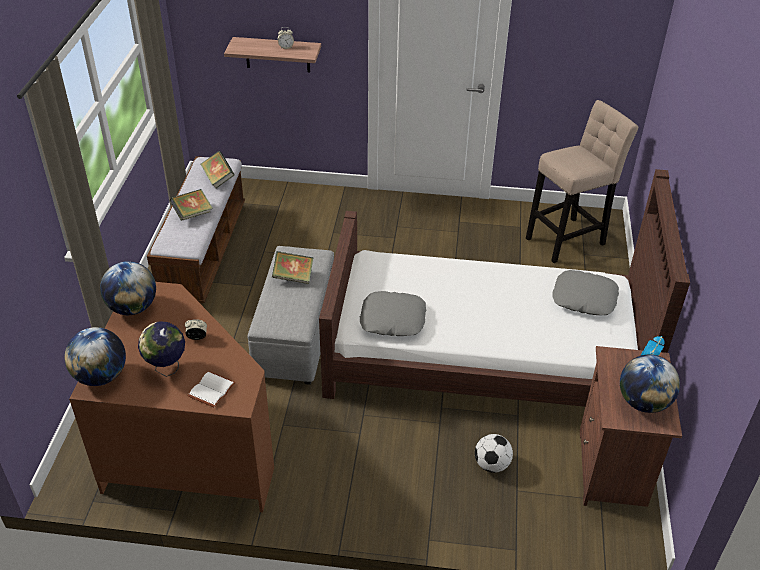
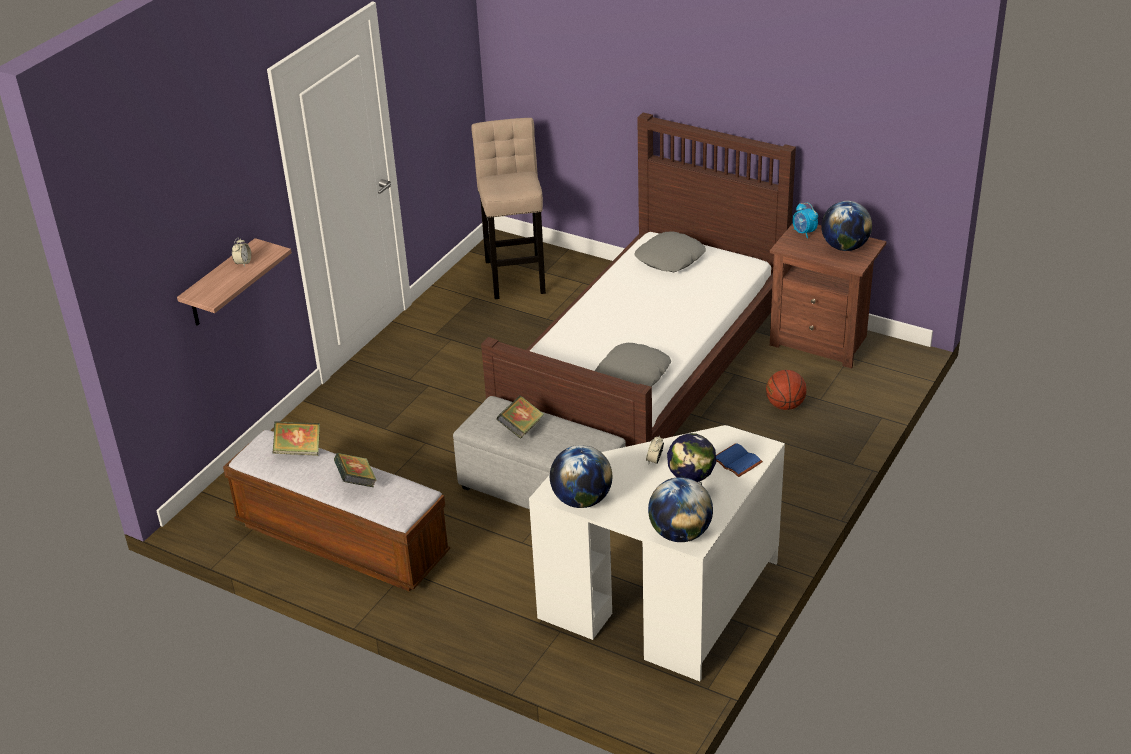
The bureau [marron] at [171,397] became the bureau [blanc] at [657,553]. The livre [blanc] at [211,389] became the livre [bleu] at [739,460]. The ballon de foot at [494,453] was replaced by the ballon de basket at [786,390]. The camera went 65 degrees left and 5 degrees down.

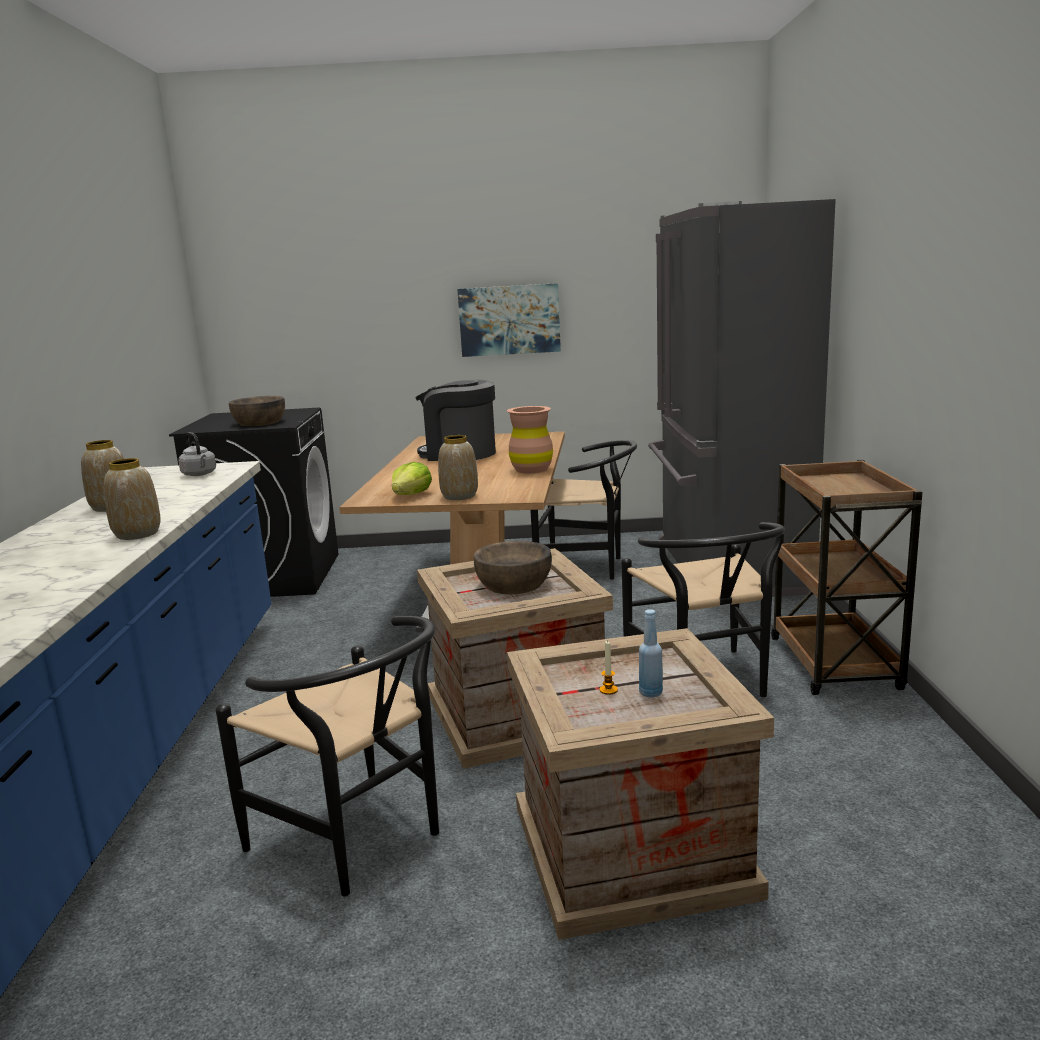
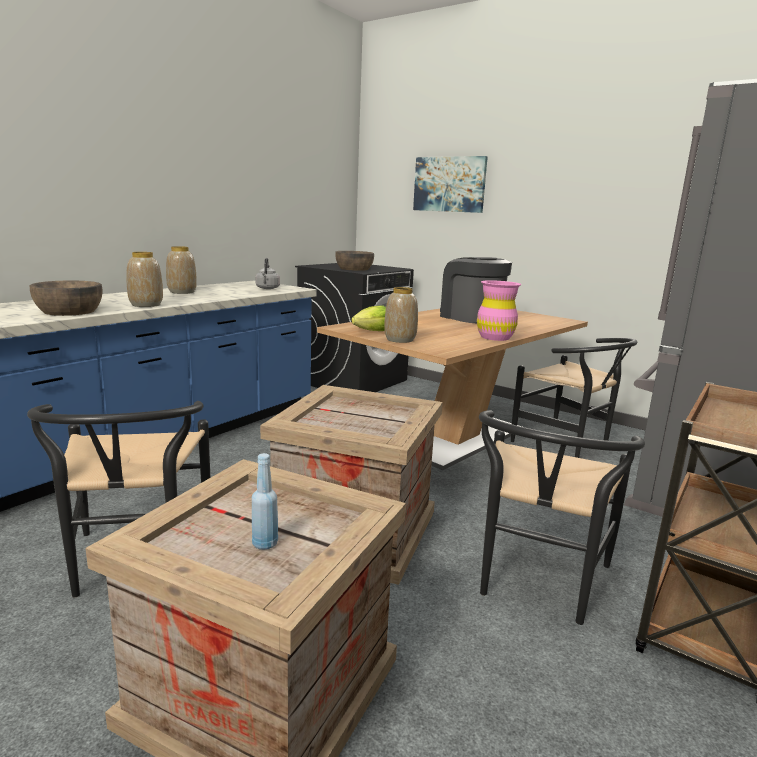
The bol [marron] moved from [513,567] to [66,298]. The tableau moved from [509,320] to [450,184]. The vase [marron] at [530,439] became the vase [rose] at [499,310]. The bougie at [608,667] disappeared. The camera went 35 degrees right and 0 degrees up.

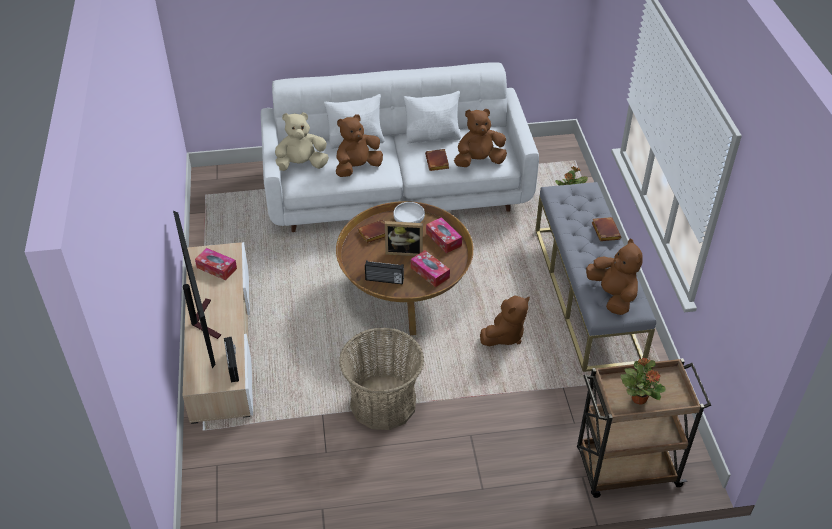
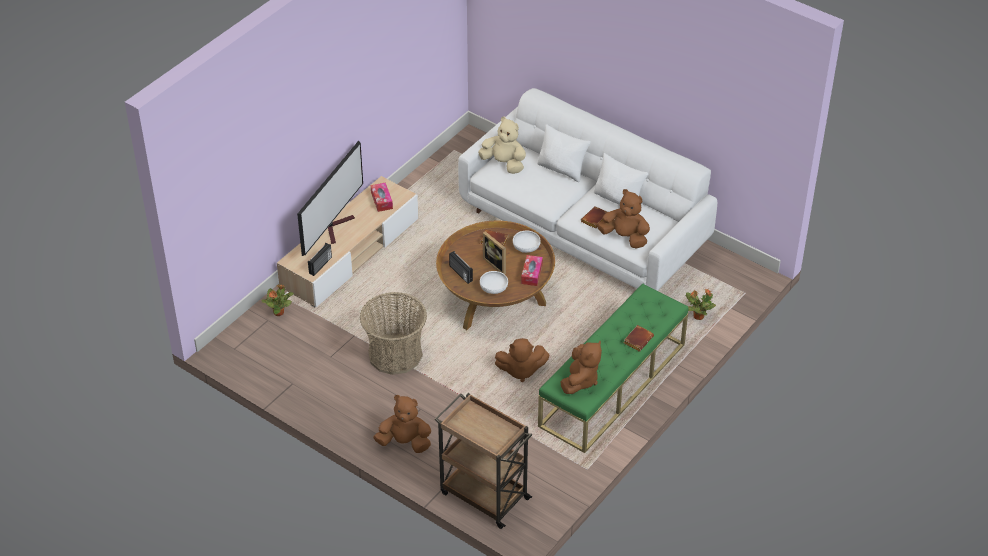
The plante en pot moved from [643,381] to [278,300]. The peluche [marron] moved from [359,145] to [402,424]. The boîte à mouchoirs at [430,268] was replaced by the bol [blanc] at [494,282]. The banc [gris] at [595,277] became the banc [vert] at [613,368]. The camera went 45 degrees right and 0 degrees up.

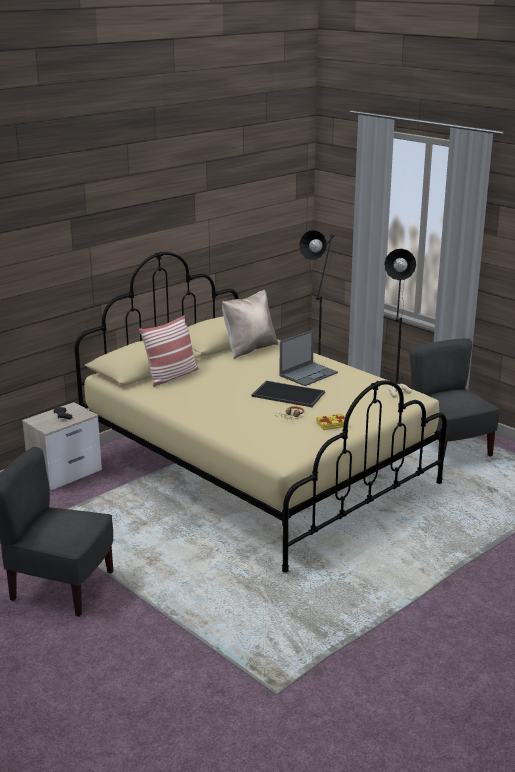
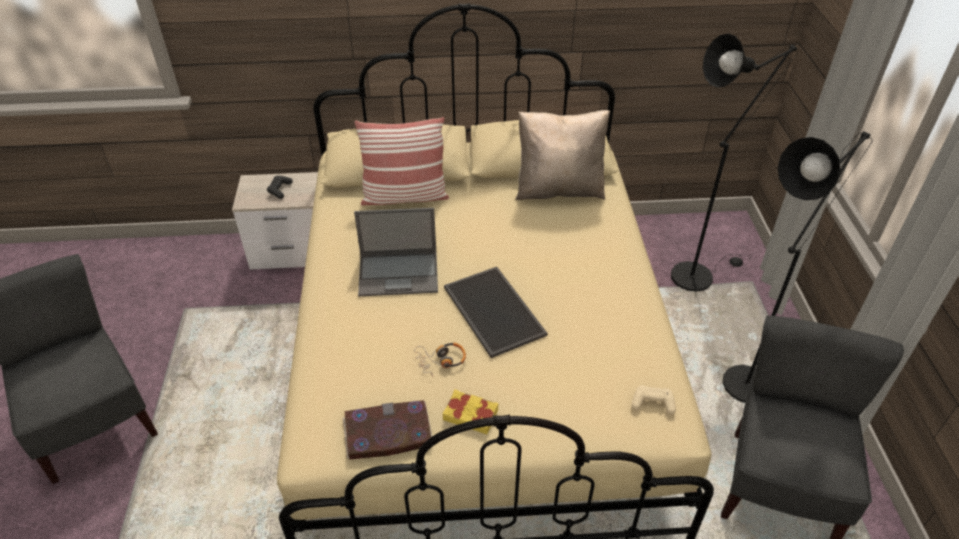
The livre at [387,430] appeared. The ordinateur portable moved from [308,358] to [396,252]. The camera went 40 degrees right and 20 degrees up.

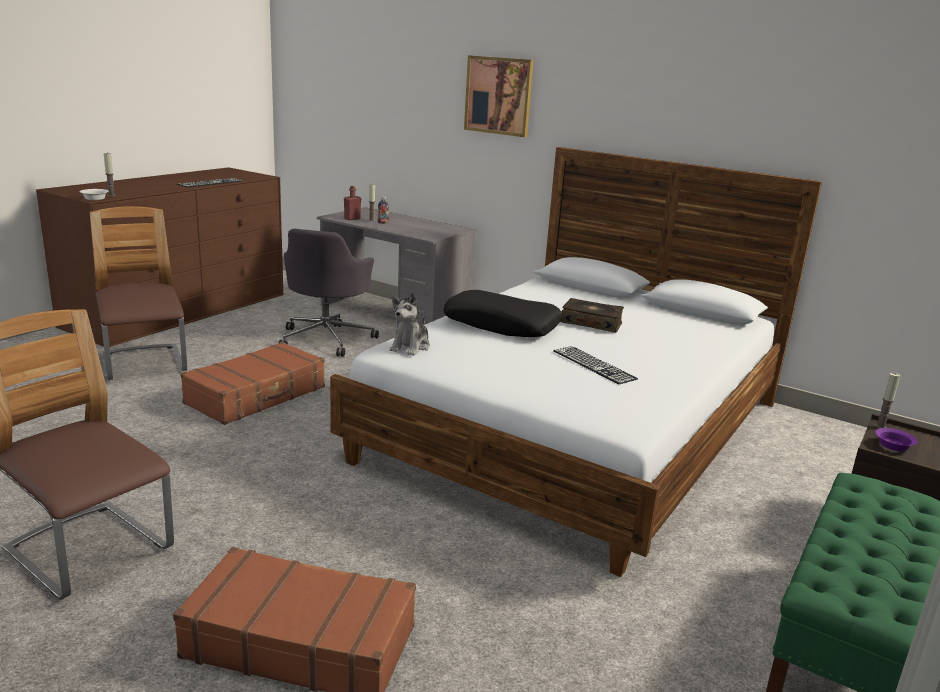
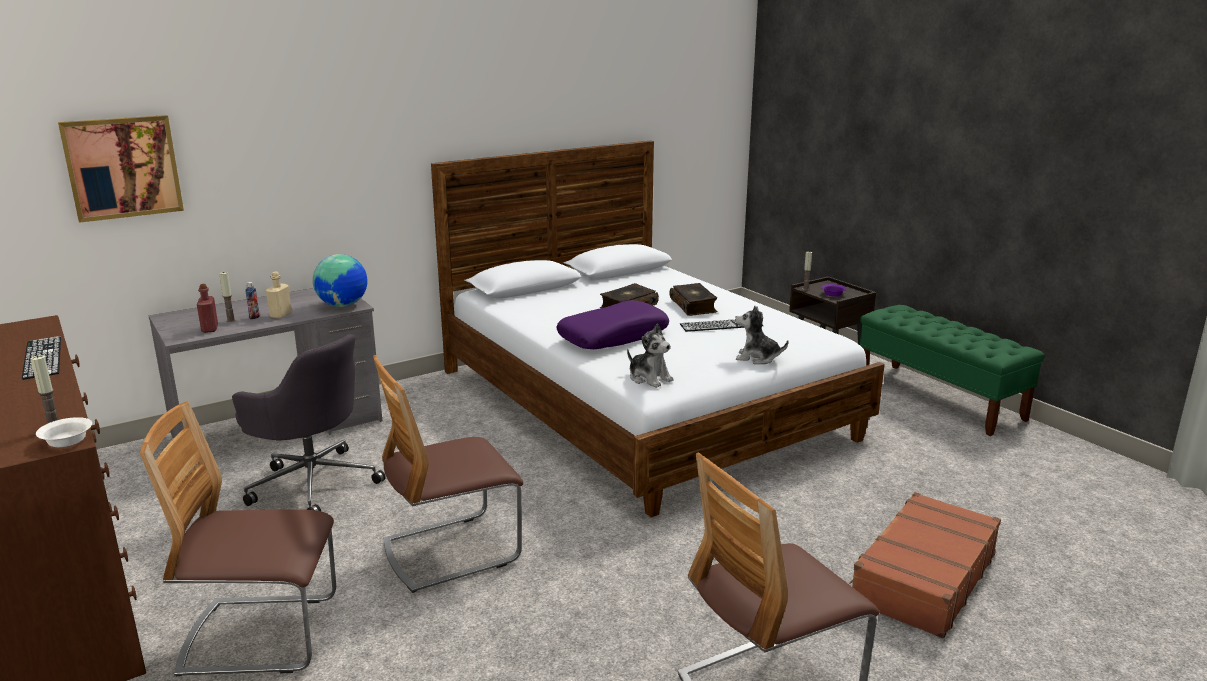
The tableau moved from [499,96] to [121,169]. The bouteille [beige] at [279,295] appeared. The globe at [340,280] appeared. The valise [marron] at [252,383] was replaced by the chaise at [448,474]. The coussin [noir] at [502,313] became the coussin [violet] at [612,324]. The livre at [693,299] appeared. The peluche at [762,335] appeared. The camera went 65 degrees left and 0 degrees up.

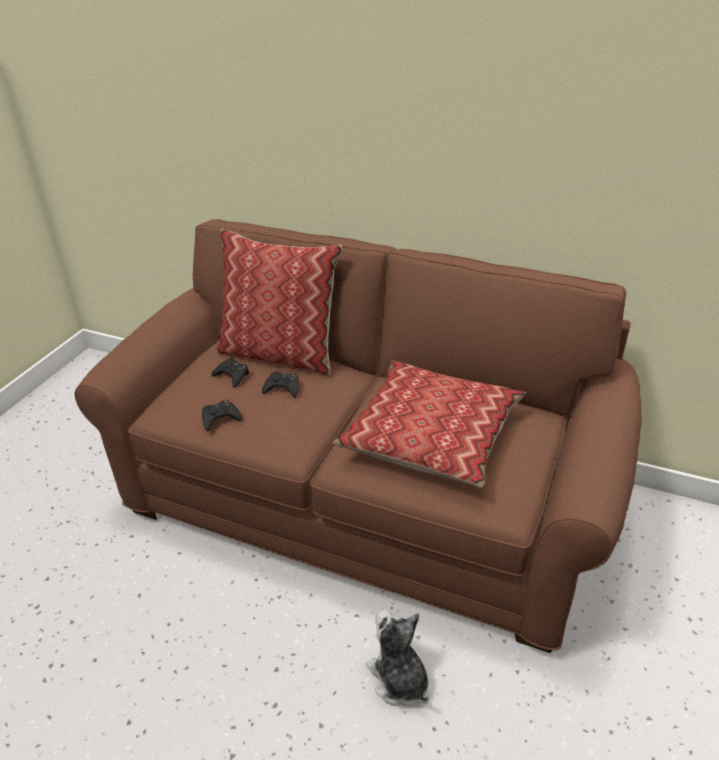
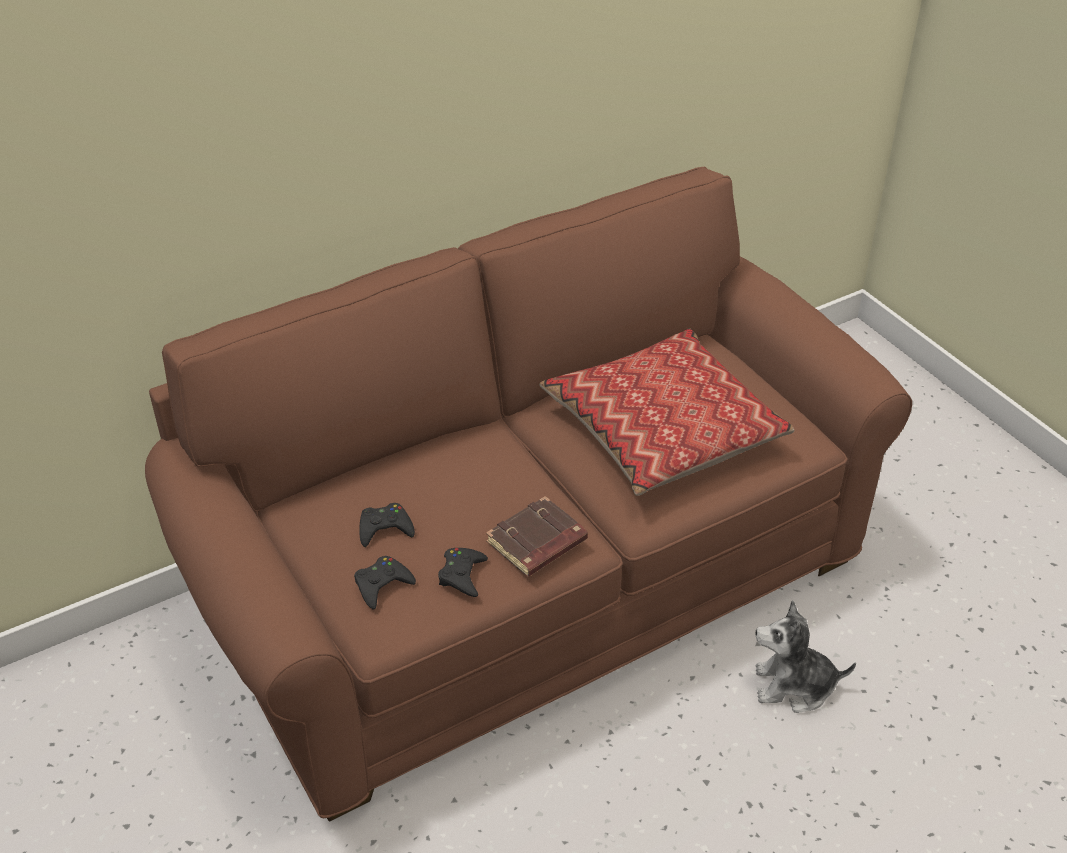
The manette [noir] moved from [280,384] to [385,583]. The livre [marron] at [537,536] appeared. The coussin at [279,302] disappeared. The camera went 55 degrees left and 5 degrees up.

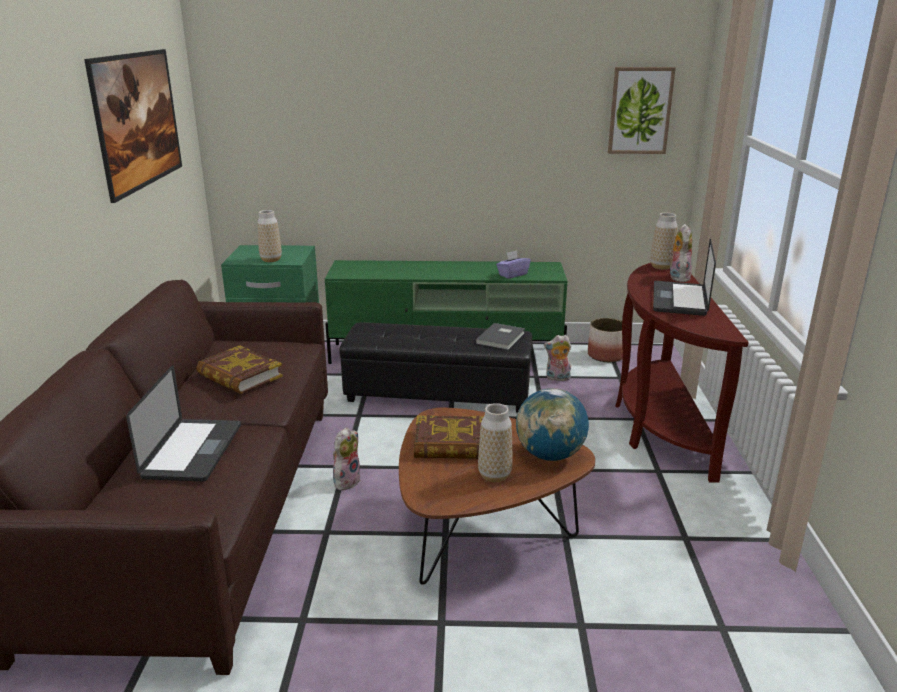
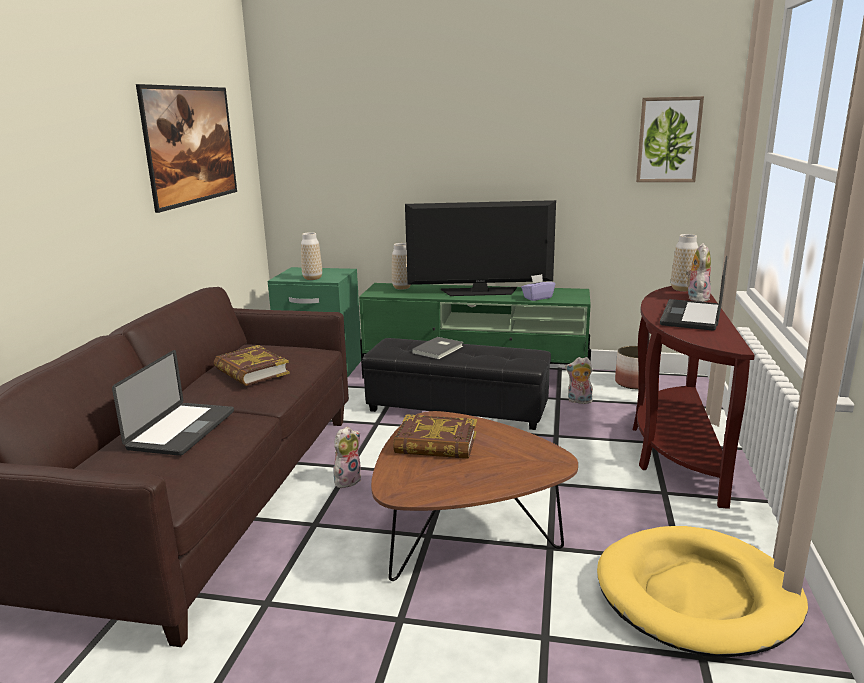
The vase moved from [495,442] to [401,266]. The téléviseur at [480,248] appeared. The livre [gris] moved from [500,336] to [437,348]. The panier pour chien [jaune] at [702,591] appeared. The globe at [552,424] disappeared. The camera went 10 degrees right and 5 degrees down.

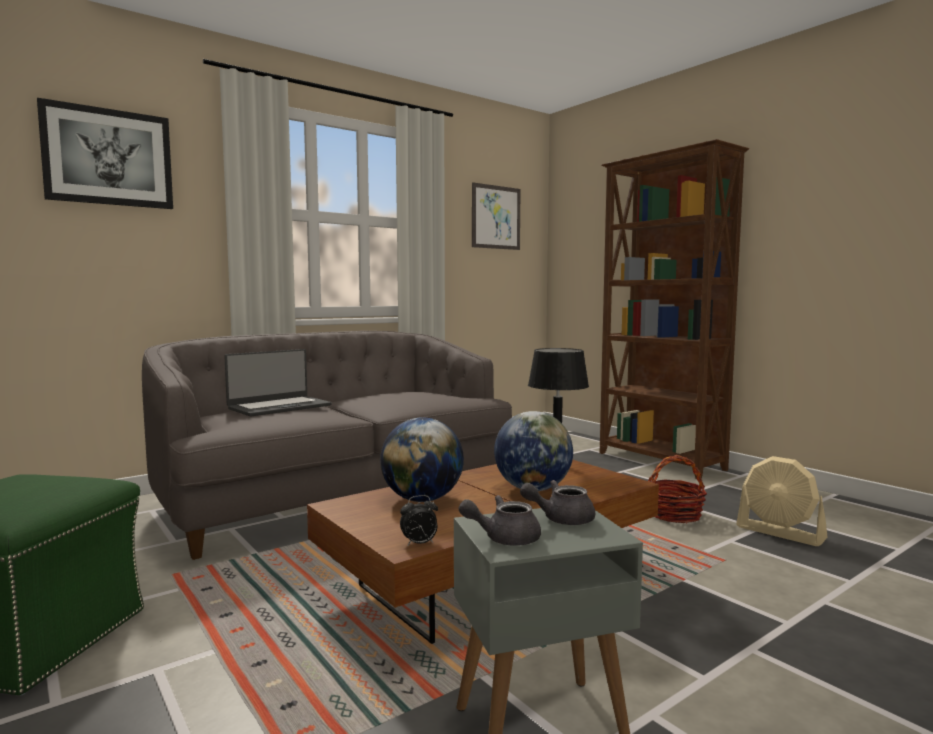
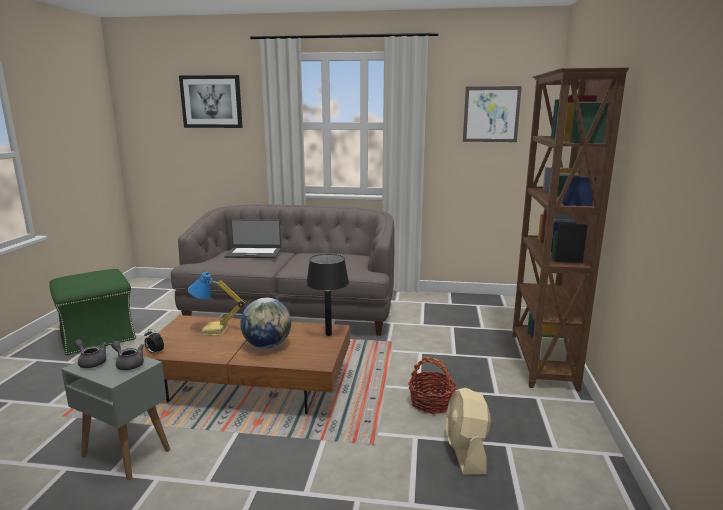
The globe at [422,459] was replaced by the lampe de table at [217,303]. The camera went 45 degrees right and 10 degrees up.

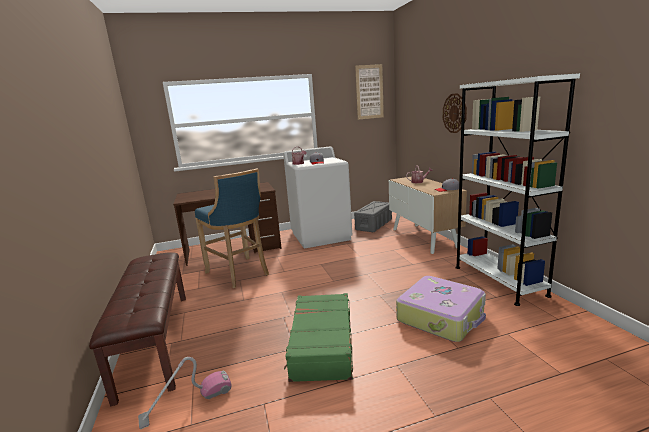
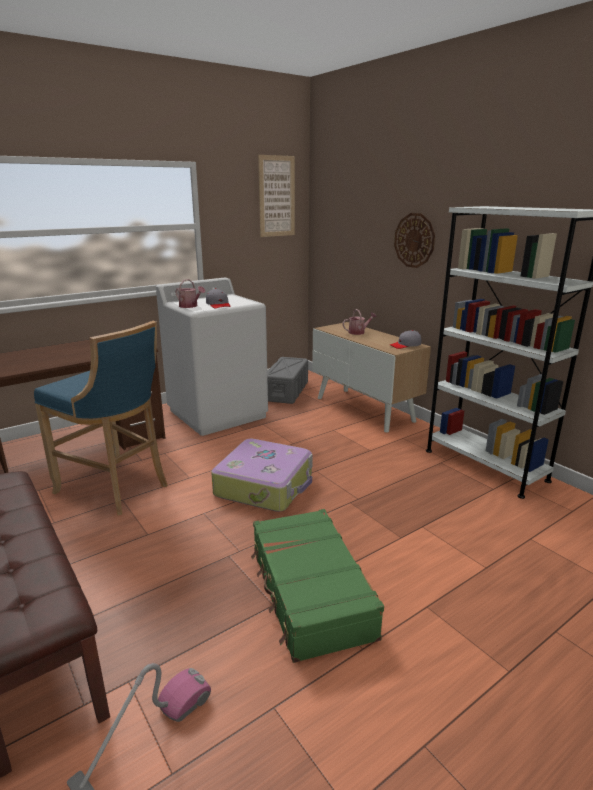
The valise moved from [441,309] to [262,475]. The camera went 20 degrees left and 5 degrees up.

